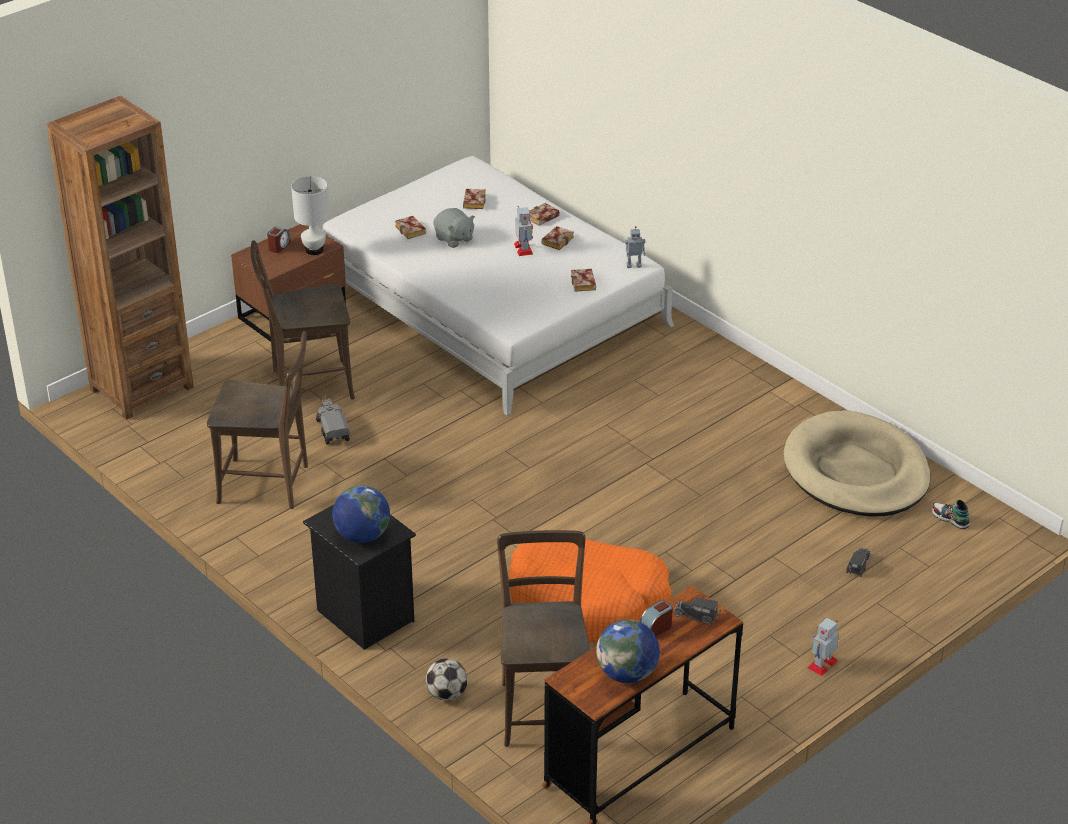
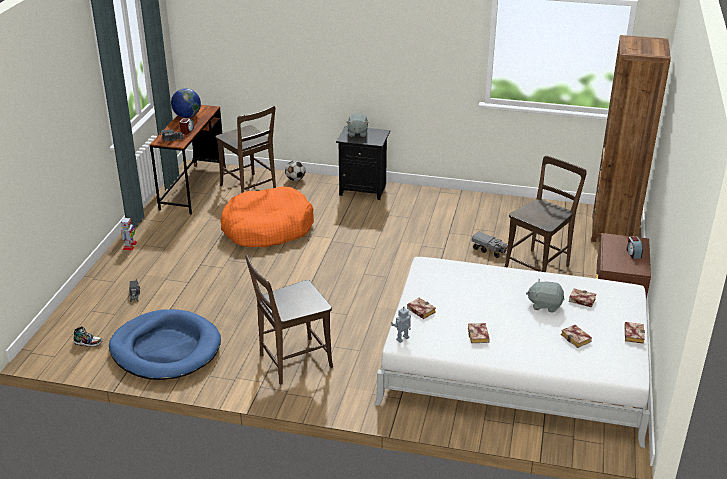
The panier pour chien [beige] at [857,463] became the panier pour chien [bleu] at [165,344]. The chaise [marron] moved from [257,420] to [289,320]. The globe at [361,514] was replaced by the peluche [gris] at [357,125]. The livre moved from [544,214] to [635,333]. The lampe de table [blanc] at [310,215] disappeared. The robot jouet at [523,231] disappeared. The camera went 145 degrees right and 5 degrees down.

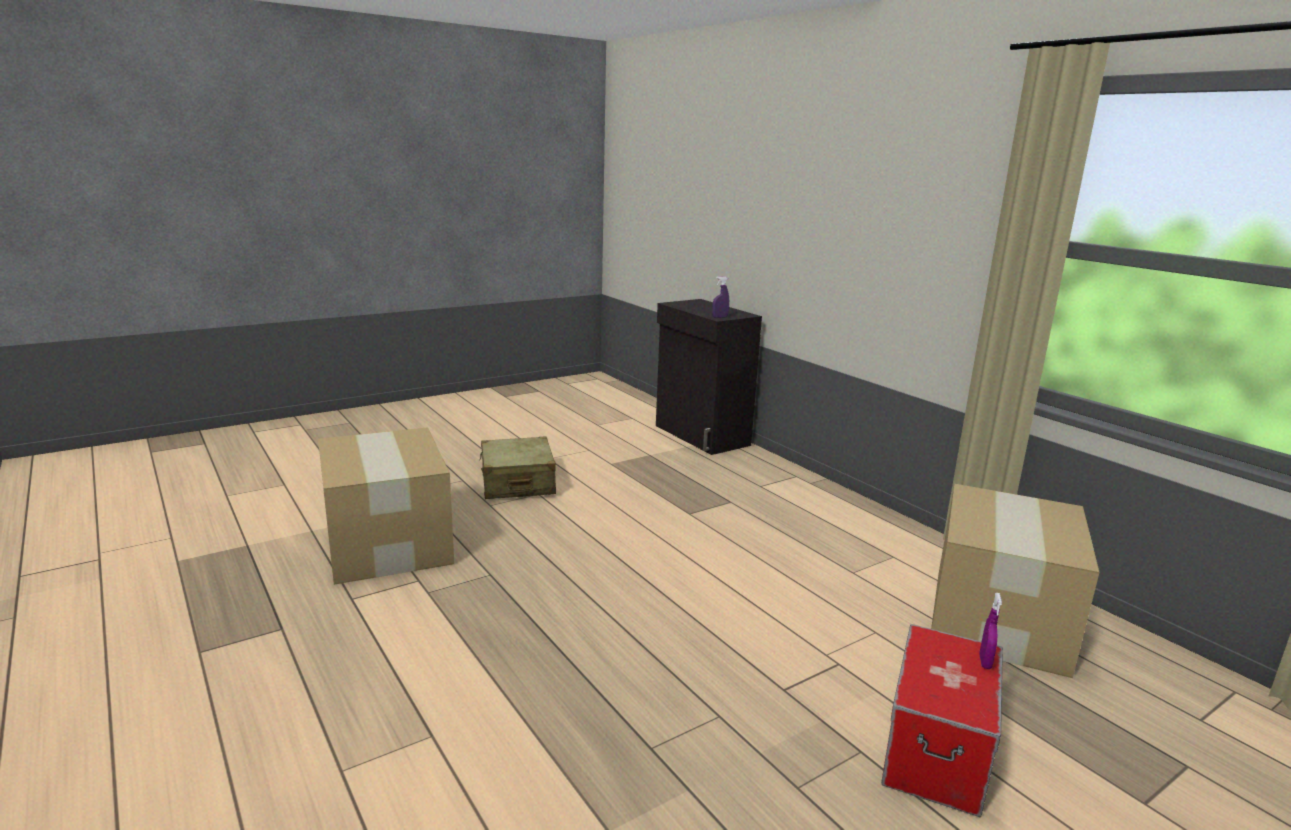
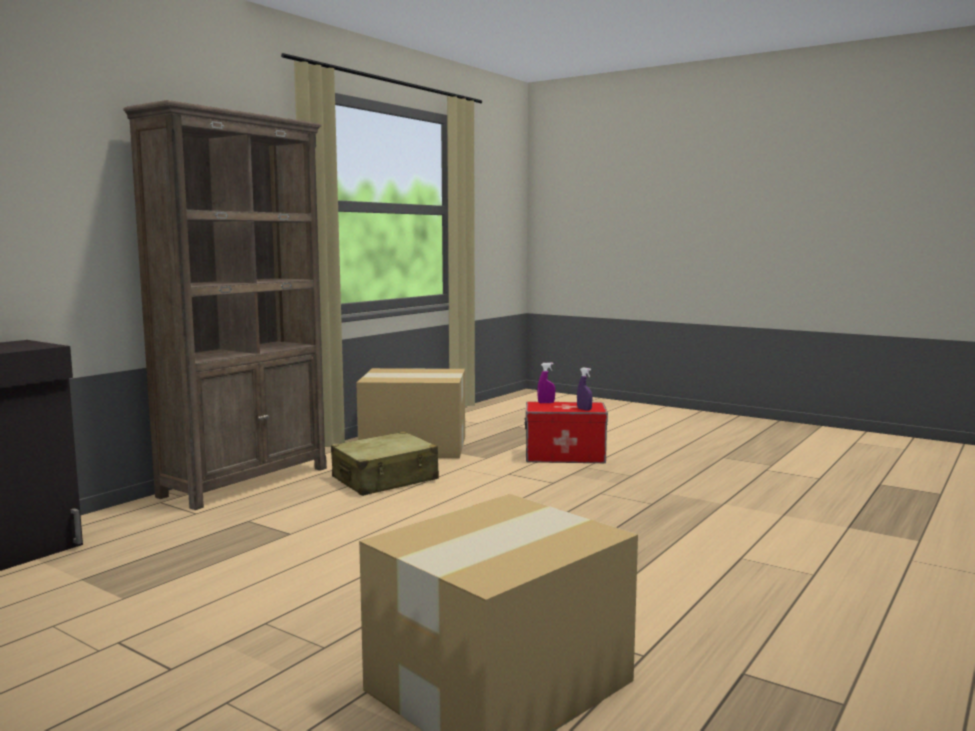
The bibliothèque [marron] at [225,305] appeared. The valise [beige] moved from [517,468] to [385,463]. The vaporisateur [violet] moved from [720,297] to [584,388]. The camera went 110 degrees left and 10 degrees down.

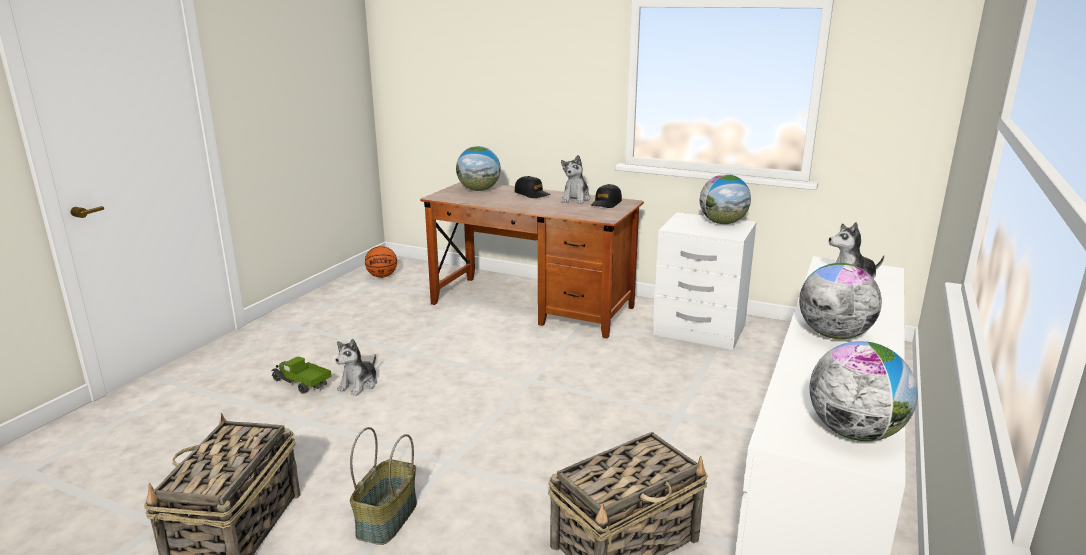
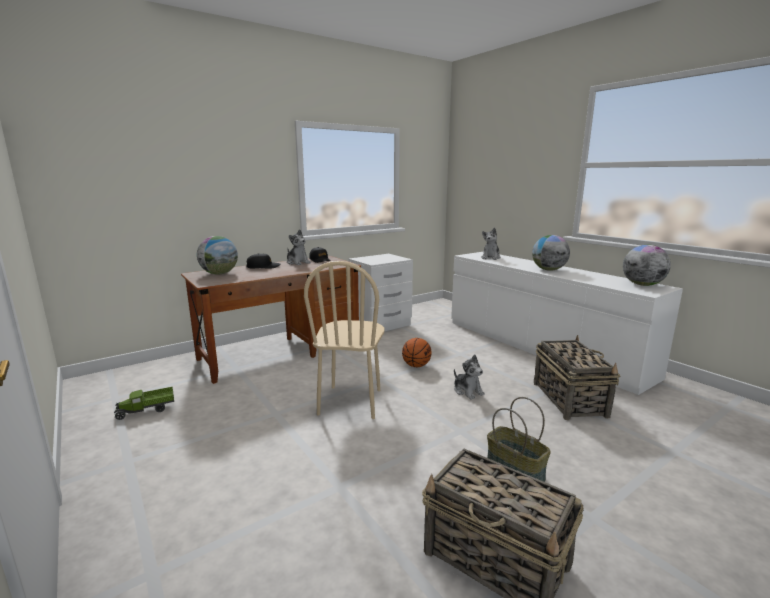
The camion jouet moved from [302,375] to [144,403]. The chaise [beige] at [344,340] appeared. The ballon de basket moved from [381,262] to [417,352]. The peluche moved from [356,367] to [469,377]. The globe at [725,199] disappeared. The camera went 60 degrees left and 5 degrees down.

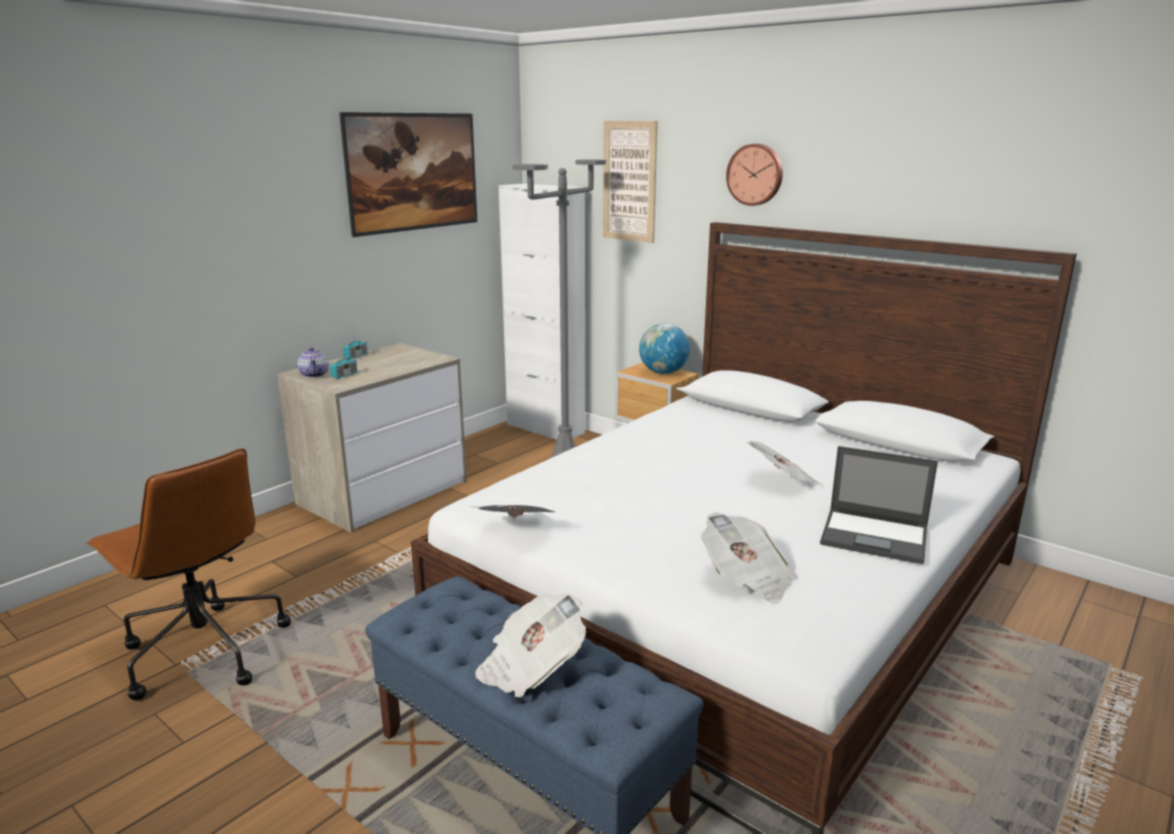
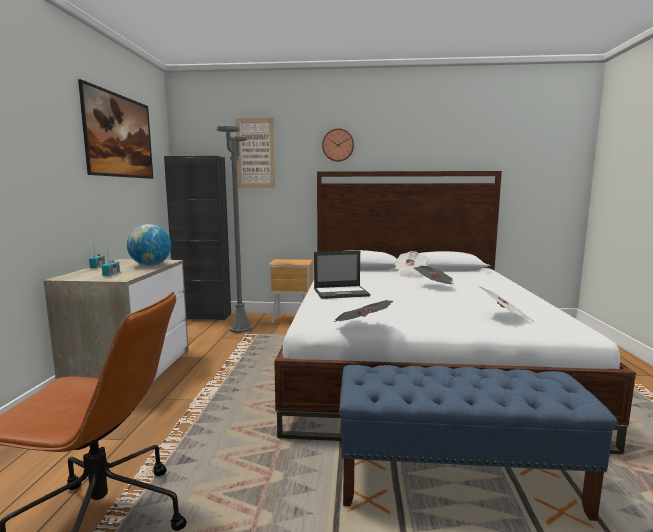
The globe moved from [664,348] to [149,245]. The meuble de rangement [blanc] at [542,311] became the meuble de rangement [noir] at [197,238]. The ordinateur portable moved from [879,505] to [342,275]. The journal moved from [530,645] to [411,264]. The théière at [313,362] disappeared. The camera went 35 degrees left and 10 degrees down.

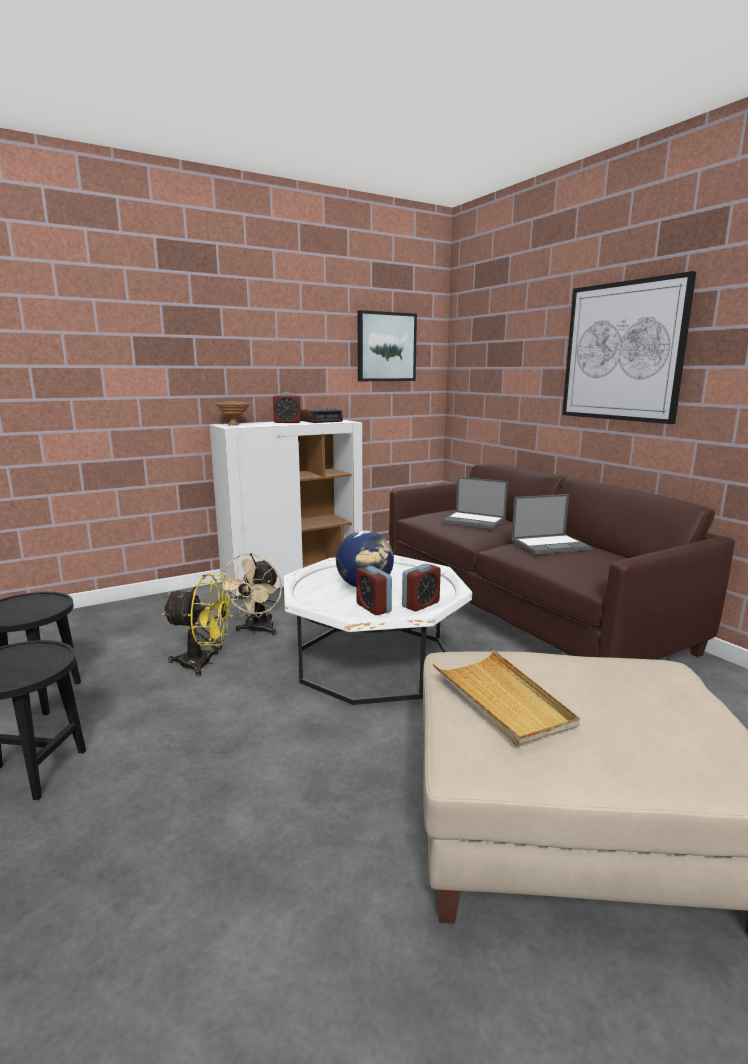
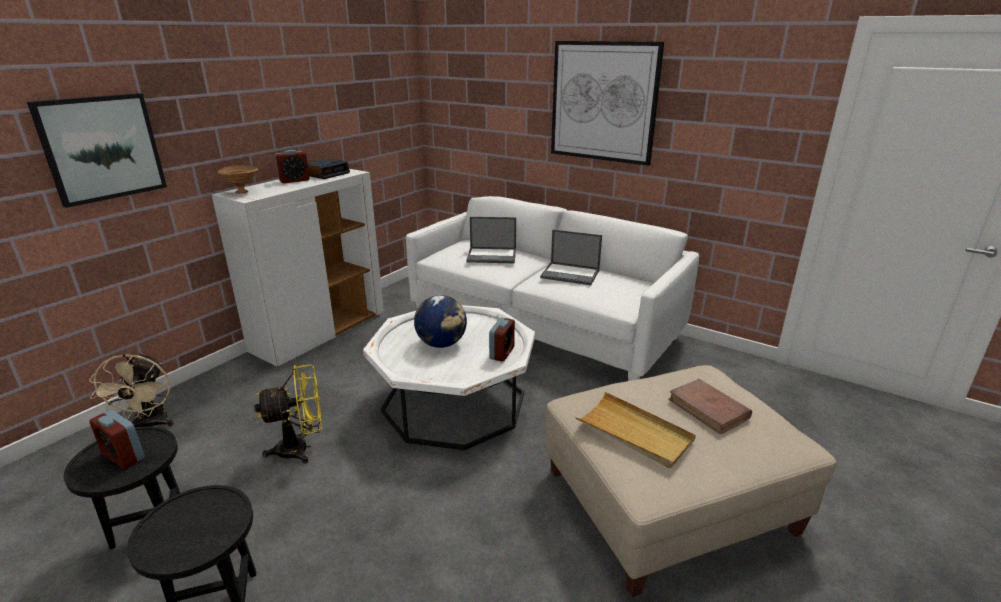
The tableau moved from [387,345] to [97,150]. The ventilateur [beige] moved from [250,594] to [131,390]. The réveil moved from [374,590] to [117,439]. The canapé [marron] at [562,561] became the canapé [blanc] at [552,288]. The ordinateur portable at [552,524] turned 60 degrees clockwise. The livre [marron] at [710,406] appeared. The camera went 25 degrees left and 10 degrees up.

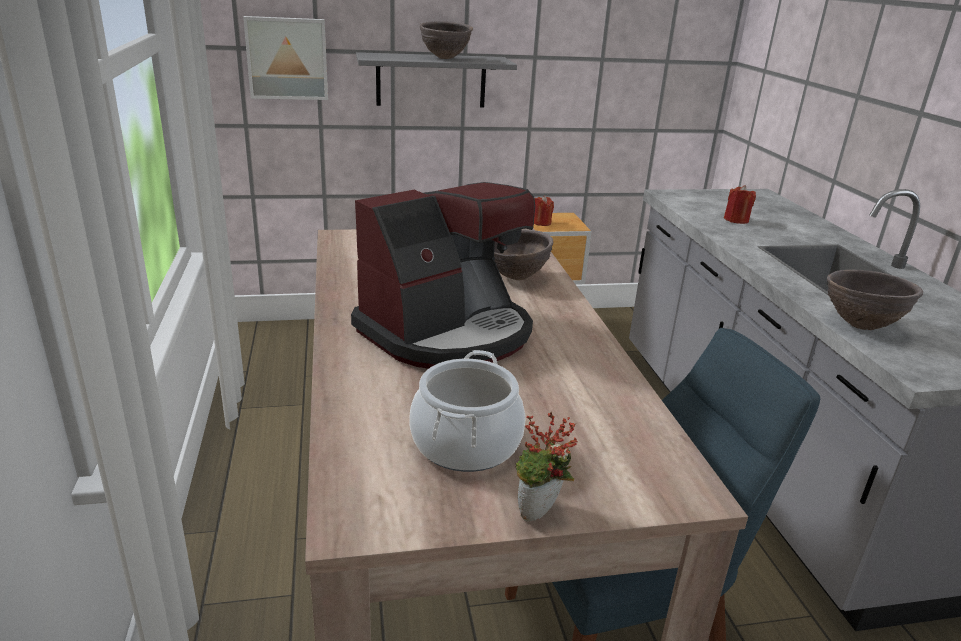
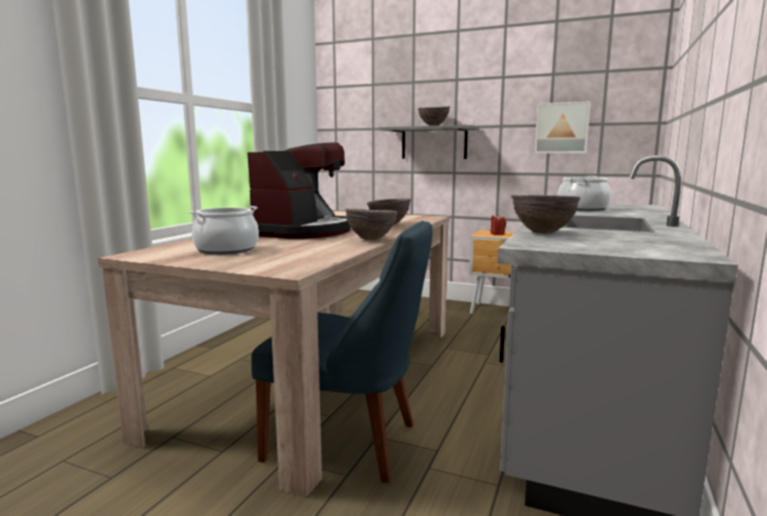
The machine à café at [443,275] turned 60 degrees counterclockwise. The bol [marron] at [371,224] appeared. The tableau moved from [285,58] to [562,127]. The bougie [rouge] at [740,204] was replaced by the marmite at [584,193]. The plante en pot at [546,467] disappeared. The camera went 35 degrees right and 15 degrees down.

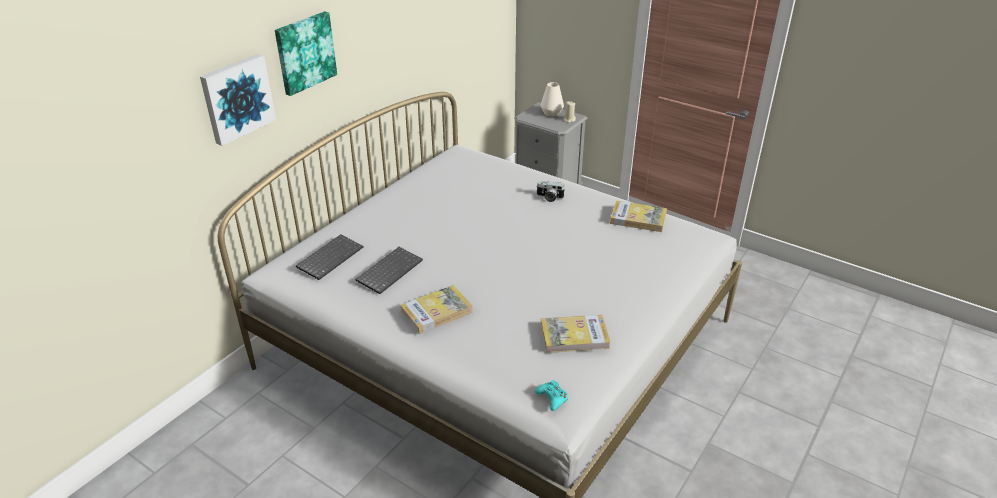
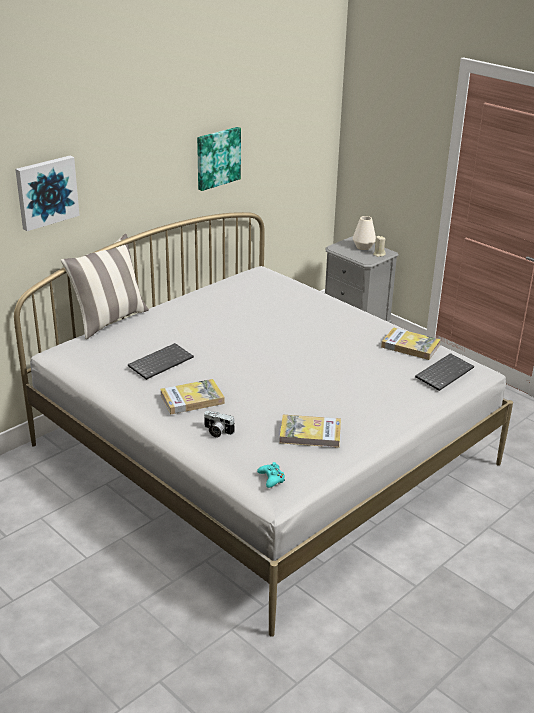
The coussin at [105,286] appeared. The tableau moved from [306,53] to [219,159]. The appareil photo moved from [551,191] to [219,424]. The clavier moved from [329,257] to [444,372]. The camera went 10 degrees right and 5 degrees down.

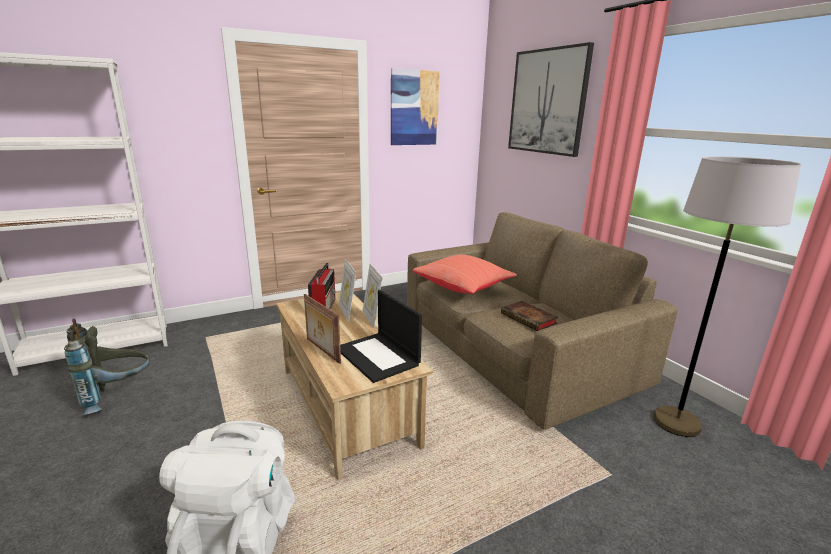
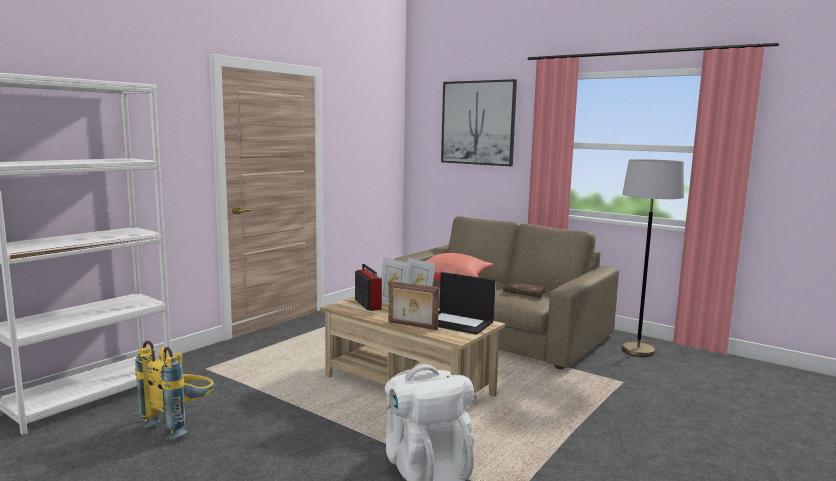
The sac à dos [gris] at [107,367] became the sac à dos [jaune] at [175,390]. The tableau at [415,106] disappeared. The camera went 25 degrees left and 10 degrees down.

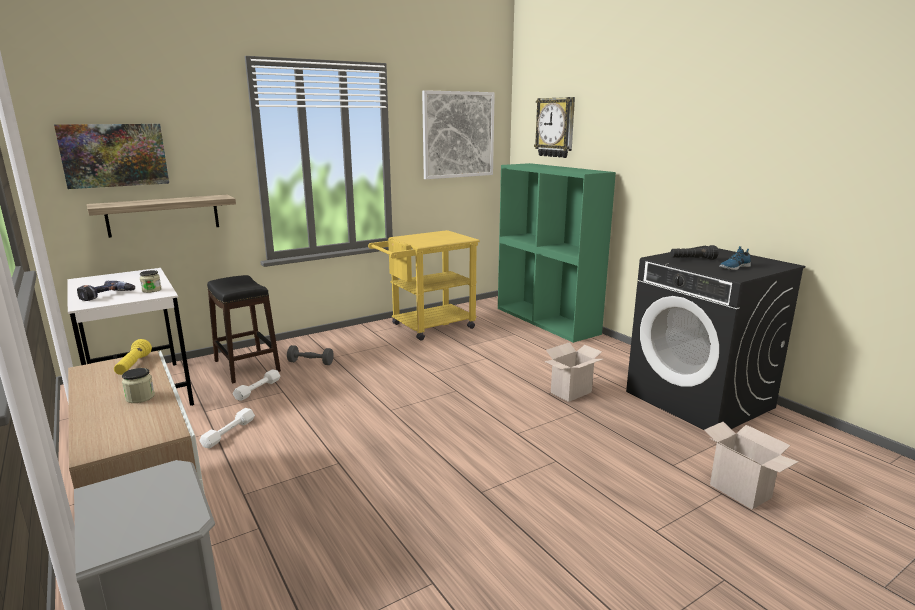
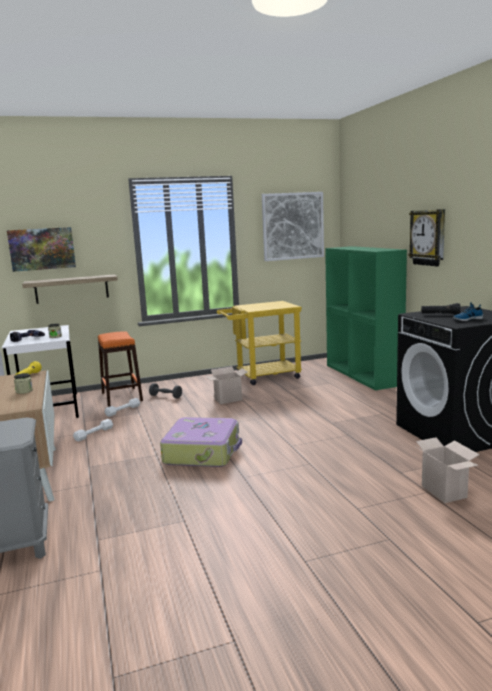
The tabouret [noir] at [244,329] became the tabouret [orange] at [120,369]. The valise at [201,442] appeared. The carton moved from [573,372] to [226,385]. The horloge murale moved from [554,127] to [426,238]. The camera went 15 degrees right and 5 degrees down.

